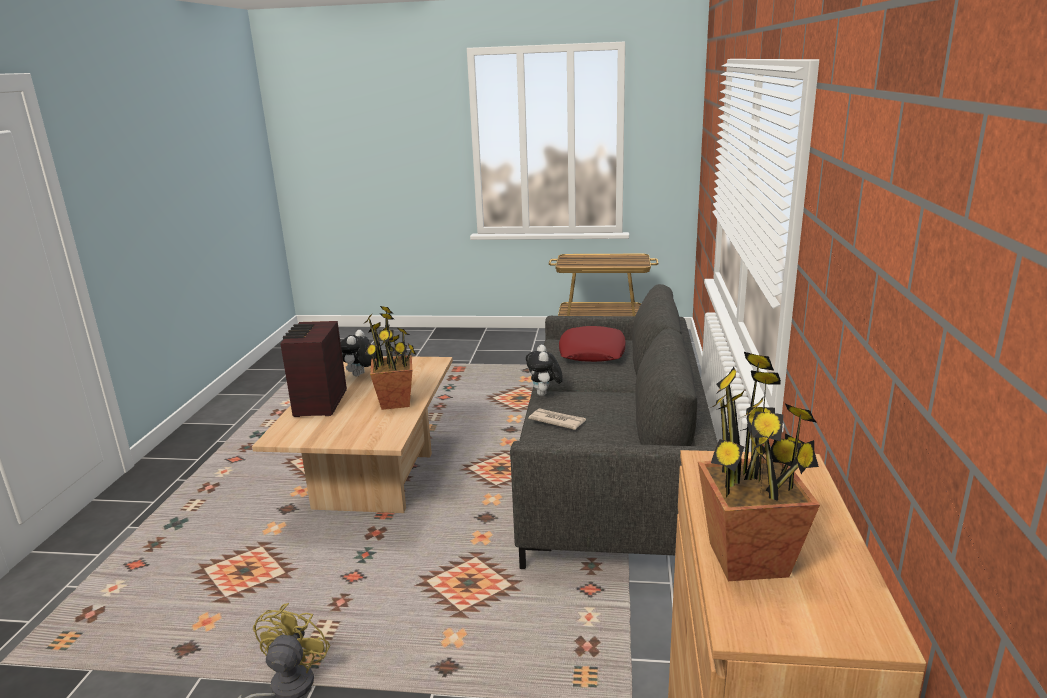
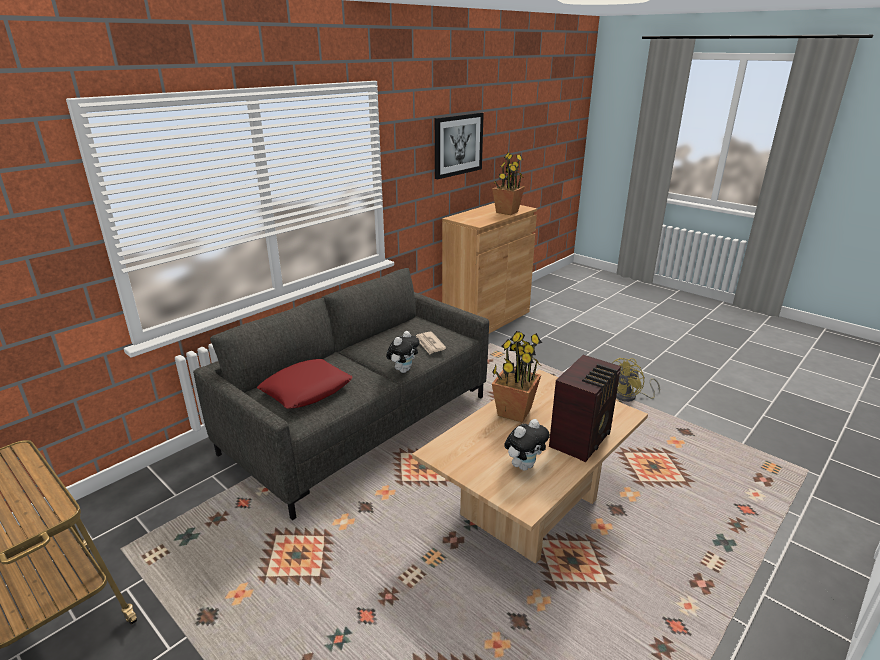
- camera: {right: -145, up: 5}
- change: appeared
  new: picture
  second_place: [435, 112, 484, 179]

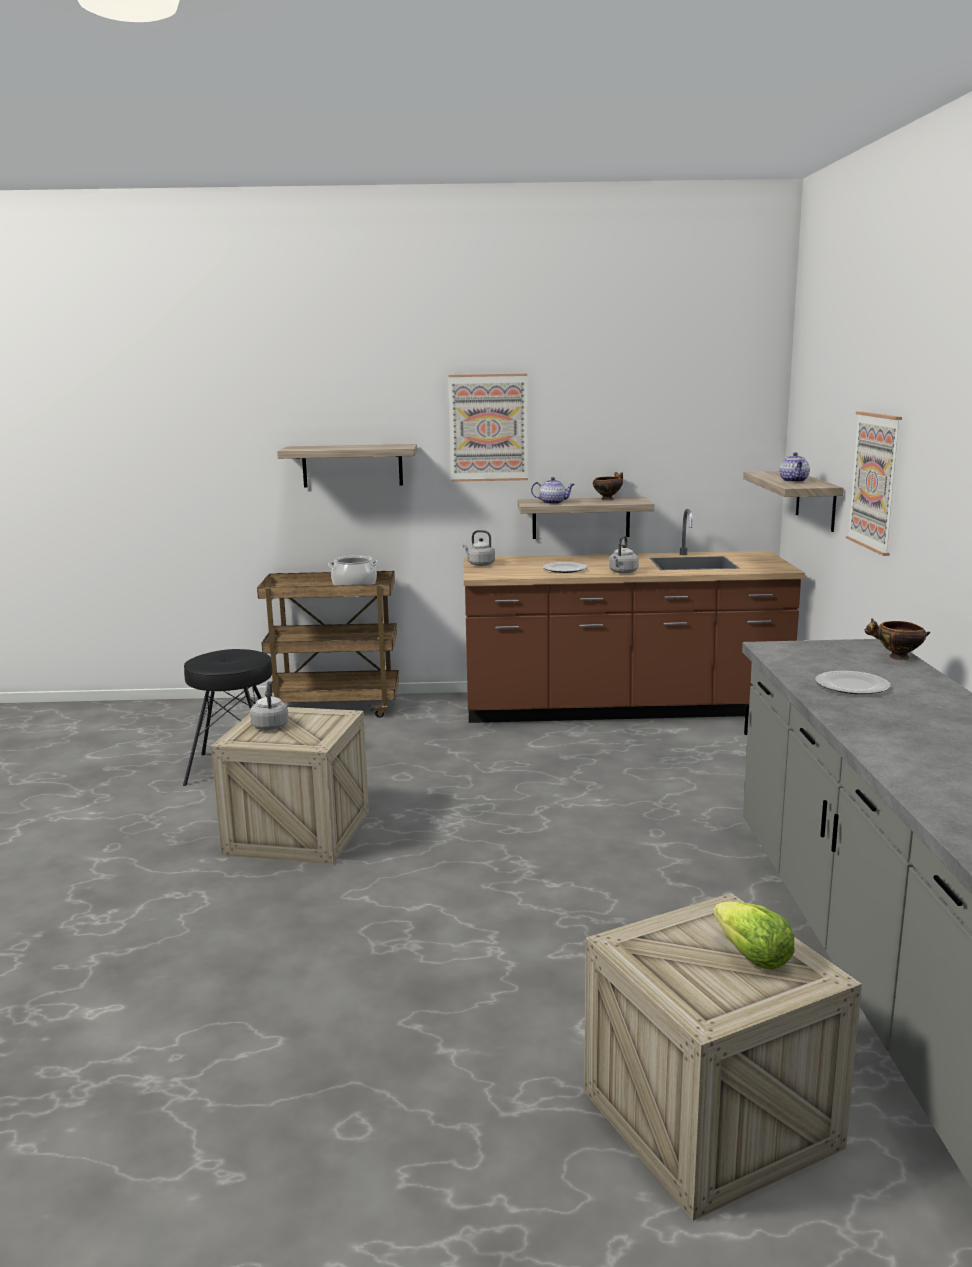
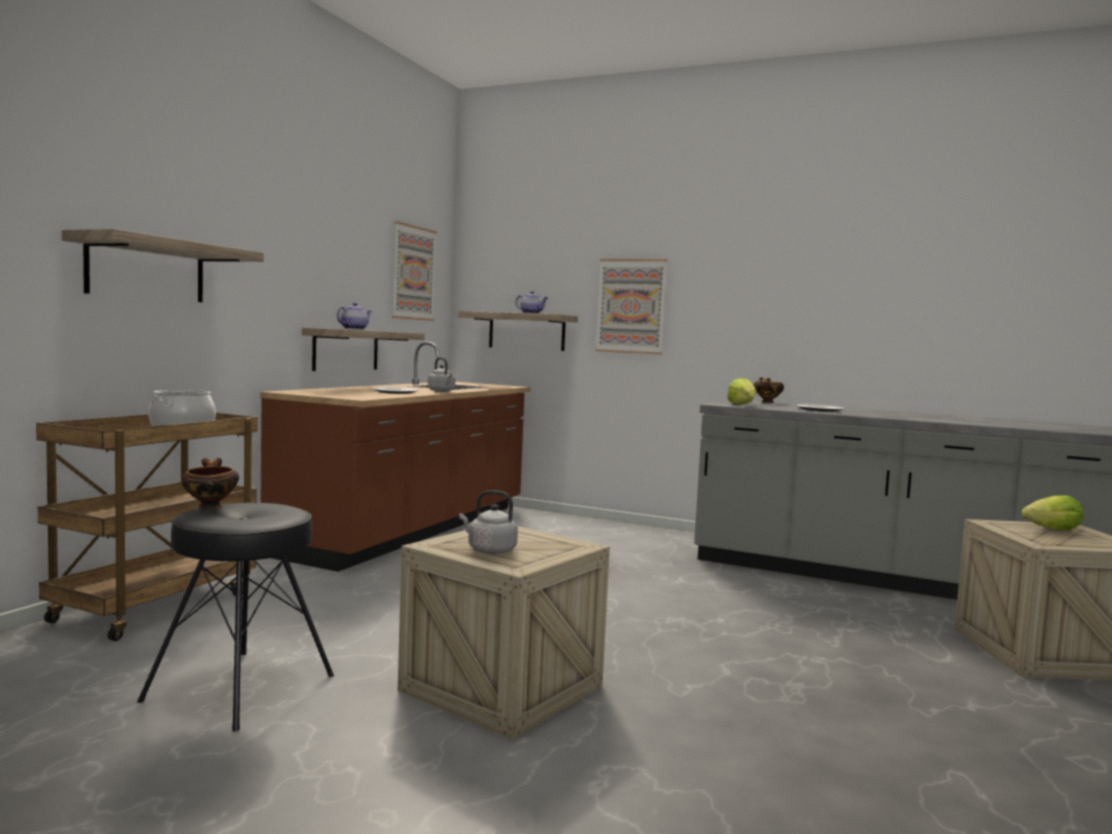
- camera: {right: -65, up: -10}
- change: relocated
  old: picture
  first_place: [448, 373, 528, 482]
  second_place: [392, 221, 437, 321]
- change: missing
  old: grey kettle
  first_place: [463, 530, 495, 566]
- change: relocated
  old: bowl
  first_place: [593, 472, 623, 500]
  second_place: [182, 458, 239, 510]
- change: appeared
  new: lettuce
  second_place: [727, 378, 756, 405]

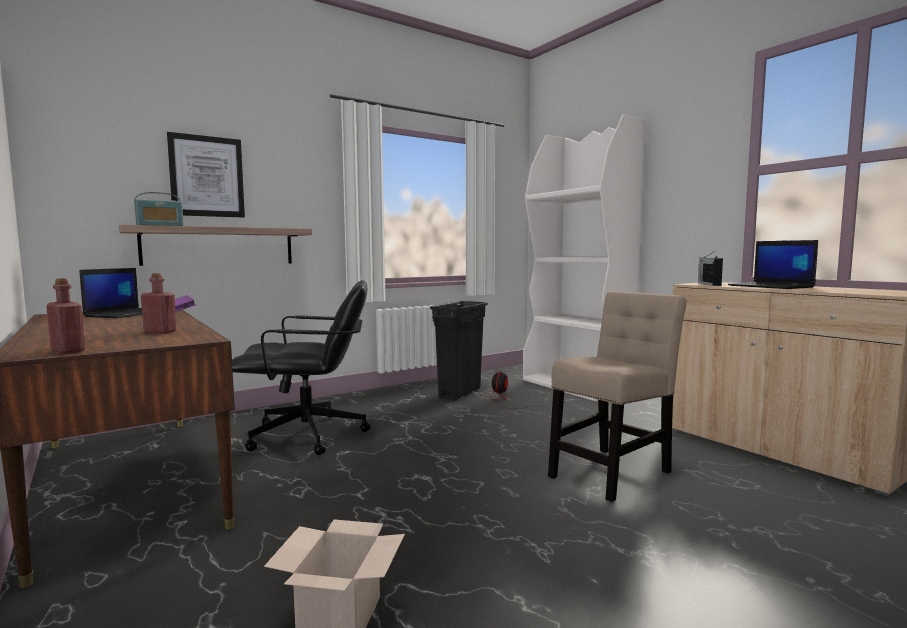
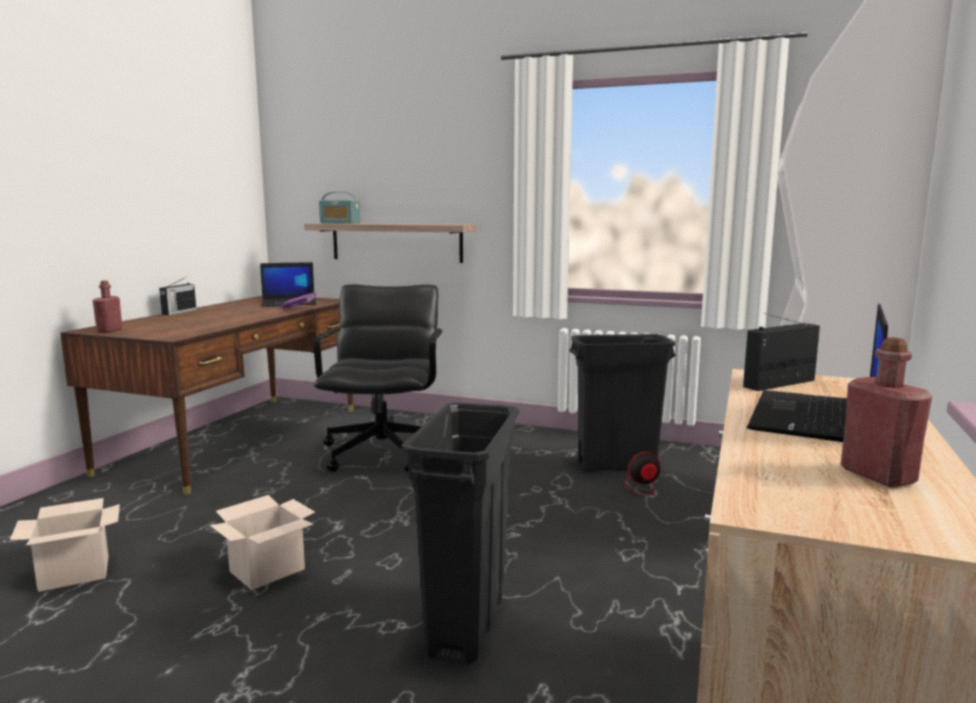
- camera: {right: 55, up: 5}
- change: relocated
  old: red bottle
  first_place: [141, 273, 176, 334]
  second_place: [841, 337, 932, 488]
- change: missing
  old: picture
  first_place: [167, 132, 245, 218]
- change: spun
  old: black office chair
  first_place: [232, 280, 371, 455]
  second_place: [314, 284, 442, 472]
  degrees: -135
- change: exchanged
  old: beige chair
  new: black trash can
  first_place: [548, 291, 686, 502]
  second_place: [402, 402, 519, 664]
- change: appeared
  new: radio
  second_place: [159, 277, 197, 315]
- change: appeared
  new: cardboard box
  second_place: [210, 495, 315, 590]

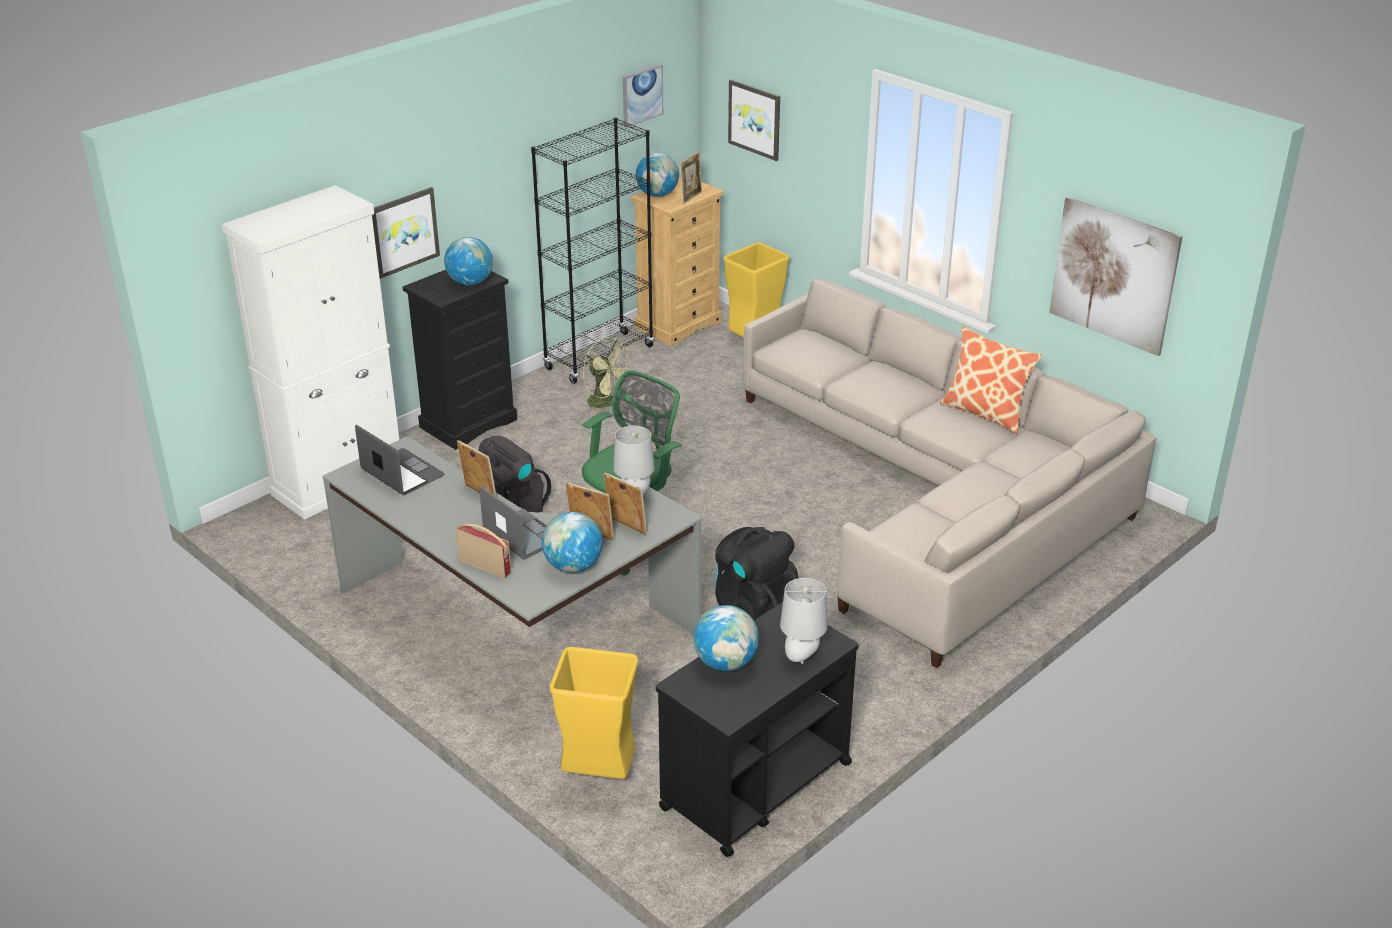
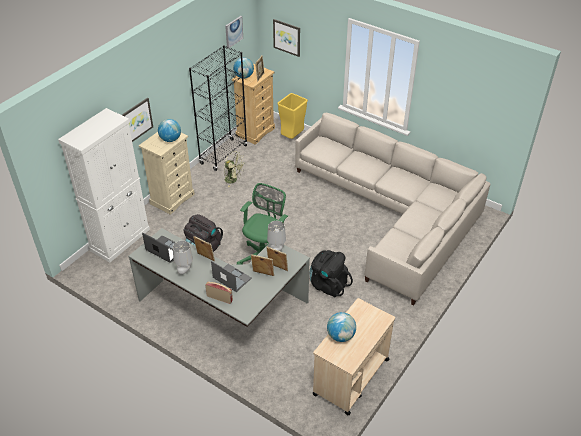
- camera: {right: -10, up: 10}
- change: colour
  old: black dresser
  new: beige dresser
  first_place: [403, 270, 517, 450]
  second_place: [139, 132, 195, 215]
- change: missing
  old: globe
  first_place: [542, 512, 603, 573]
- change: missing
  old: yellow trash can
  first_place: [550, 647, 638, 779]
- change: colour
  old: black cart
  new: beige cart
  first_place: [656, 602, 859, 857]
  second_place: [312, 298, 395, 415]
- change: relocated
  old: grey table lamp
  first_place: [780, 578, 827, 664]
  second_place: [173, 241, 193, 274]
- change: missing
  old: pillow
  first_place: [940, 326, 1042, 434]
- change: missing
  old: picture
  first_place: [1049, 197, 1183, 356]

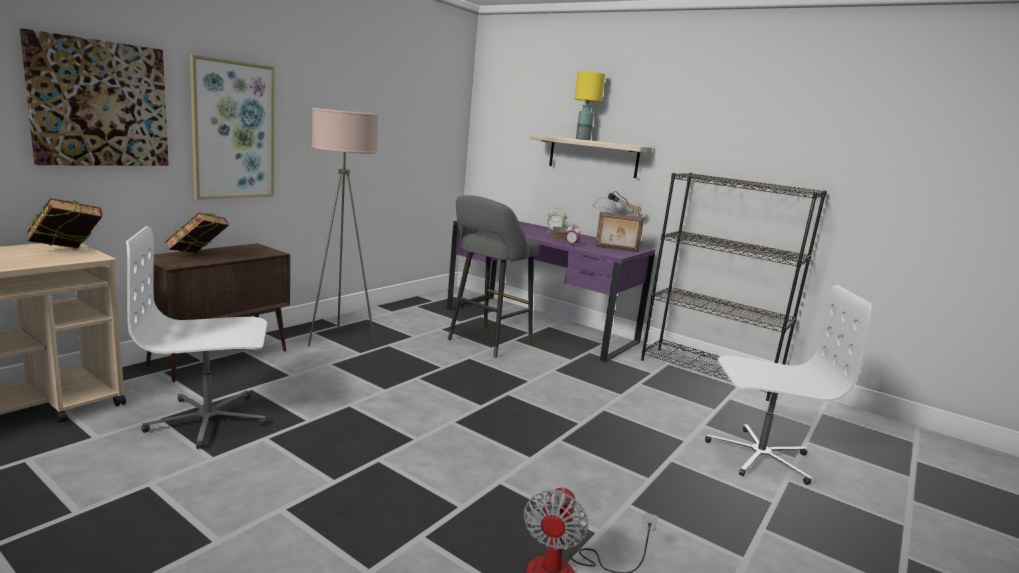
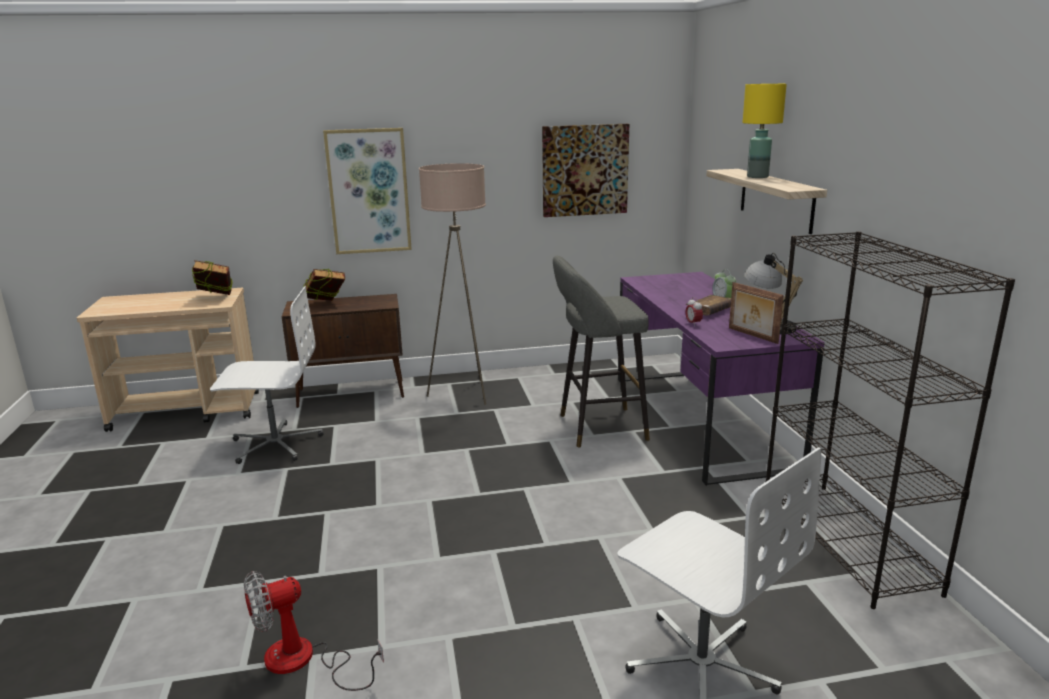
- camera: {right: 45, up: 5}
- change: relocated
  old: picture
  first_place: [20, 28, 169, 166]
  second_place: [542, 124, 629, 217]
- change: spun
  old: white office chair
  first_place: [126, 226, 267, 449]
  second_place: [210, 286, 324, 464]
  degrees: 150

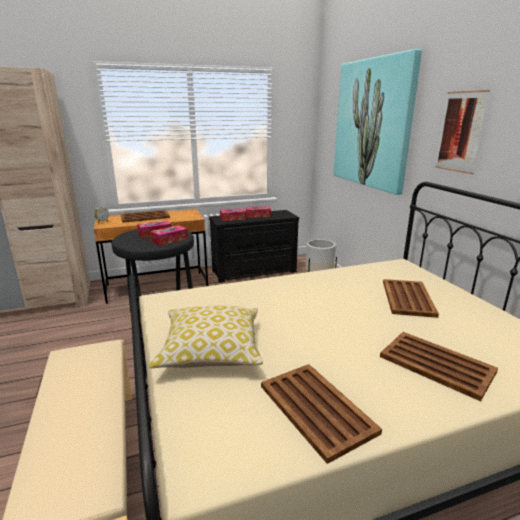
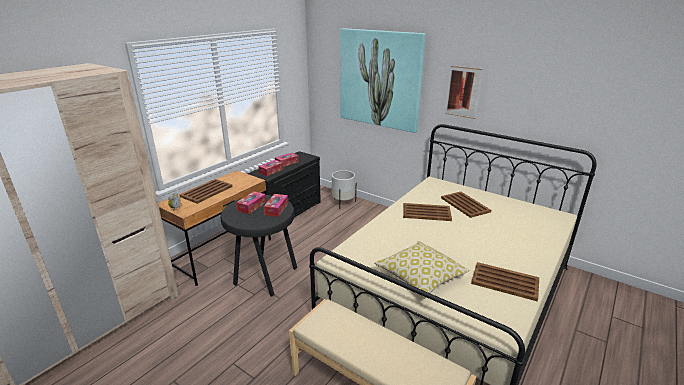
- camera: {right: -35, up: 5}
- change: relocated
  old: brown tray
  first_place: [380, 332, 498, 401]
  second_place: [403, 203, 452, 221]

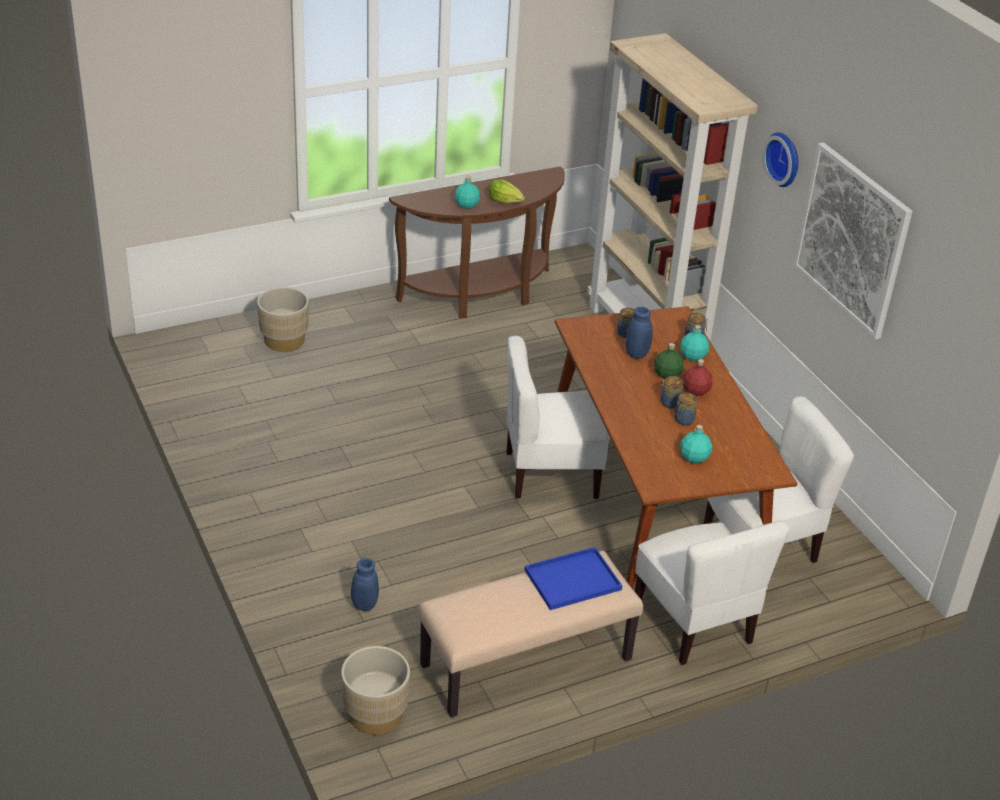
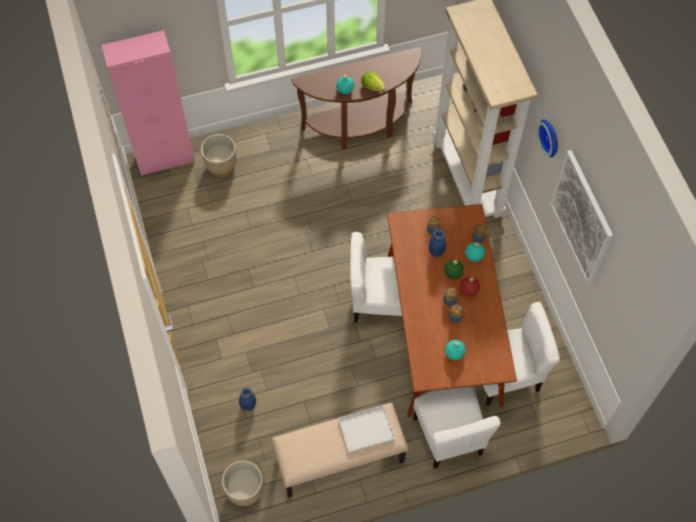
- camera: {right: 10, up: 25}
- change: colour
  old: blue tray
  new: white tray
  first_place: [525, 547, 622, 610]
  second_place: [338, 405, 395, 453]
- change: appeared
  new: pink cabinet
  second_place: [102, 30, 195, 176]

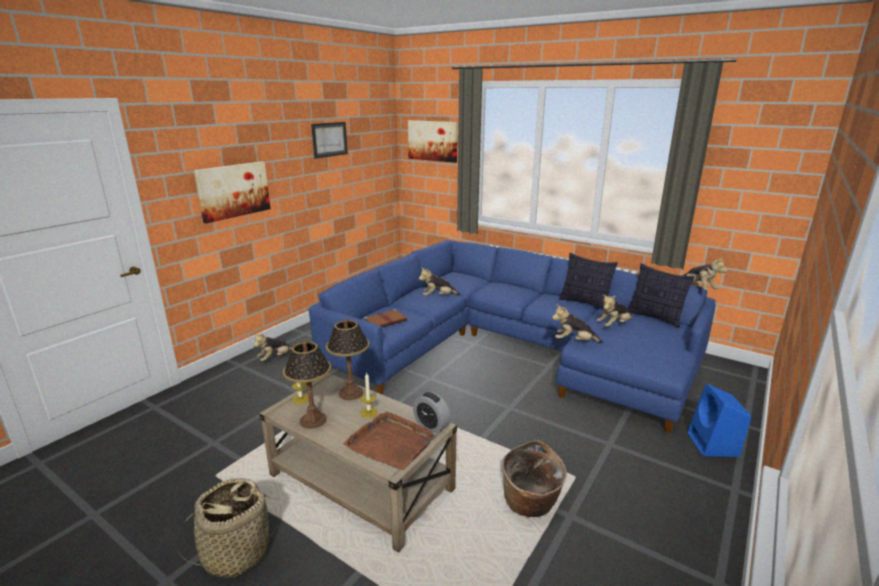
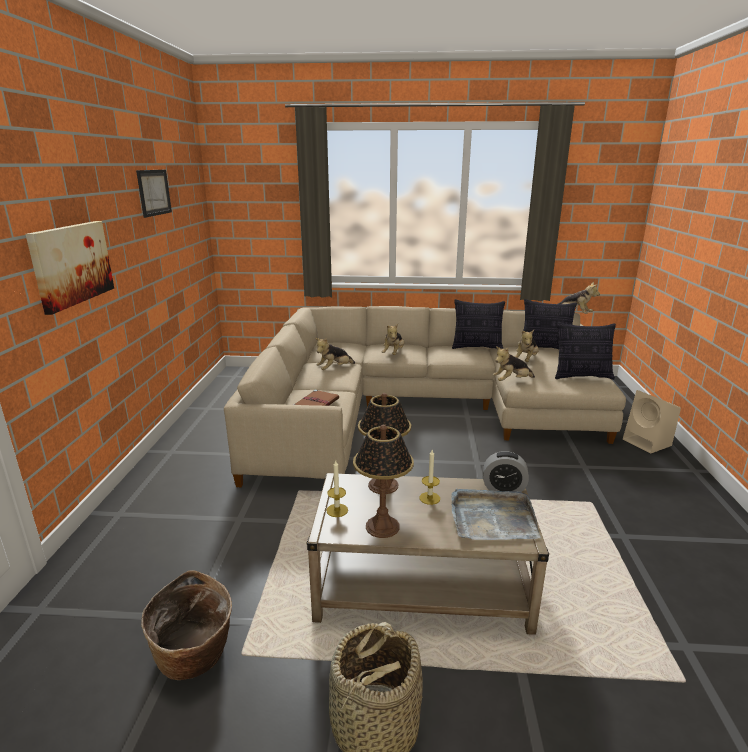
- camera: {right: -30, up: 0}
- change: relocated
  old: plush toy
  first_place: [253, 333, 292, 361]
  second_place: [382, 324, 404, 355]
- change: colour
  old: blue sofa
  new: beige sofa
  first_place: [309, 240, 715, 433]
  second_place: [224, 306, 626, 487]
- change: colour
  old: brown tray
  new: grey tray
  first_place: [343, 411, 435, 470]
  second_place: [452, 488, 541, 540]
- change: missing
  old: picture
  first_place: [408, 120, 458, 163]
- change: relocated
  old: basket
  first_place: [502, 440, 567, 517]
  second_place: [141, 570, 232, 680]
- change: colour
  old: blue speaker
  new: beige speaker
  first_place: [687, 383, 751, 457]
  second_place: [623, 390, 681, 453]
- change: appeared
  new: pillow
  second_place: [555, 322, 616, 380]

